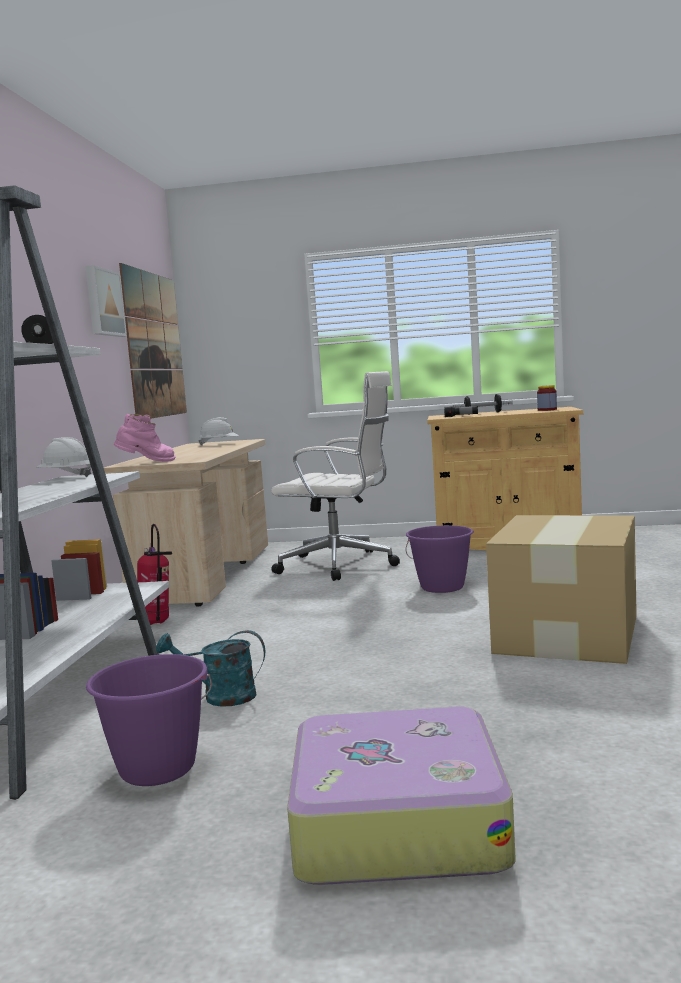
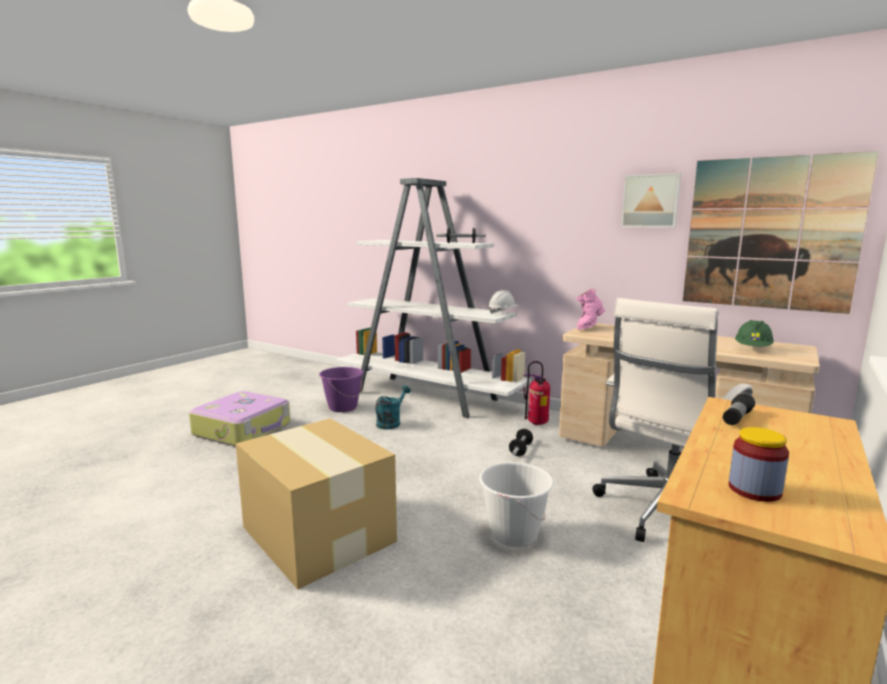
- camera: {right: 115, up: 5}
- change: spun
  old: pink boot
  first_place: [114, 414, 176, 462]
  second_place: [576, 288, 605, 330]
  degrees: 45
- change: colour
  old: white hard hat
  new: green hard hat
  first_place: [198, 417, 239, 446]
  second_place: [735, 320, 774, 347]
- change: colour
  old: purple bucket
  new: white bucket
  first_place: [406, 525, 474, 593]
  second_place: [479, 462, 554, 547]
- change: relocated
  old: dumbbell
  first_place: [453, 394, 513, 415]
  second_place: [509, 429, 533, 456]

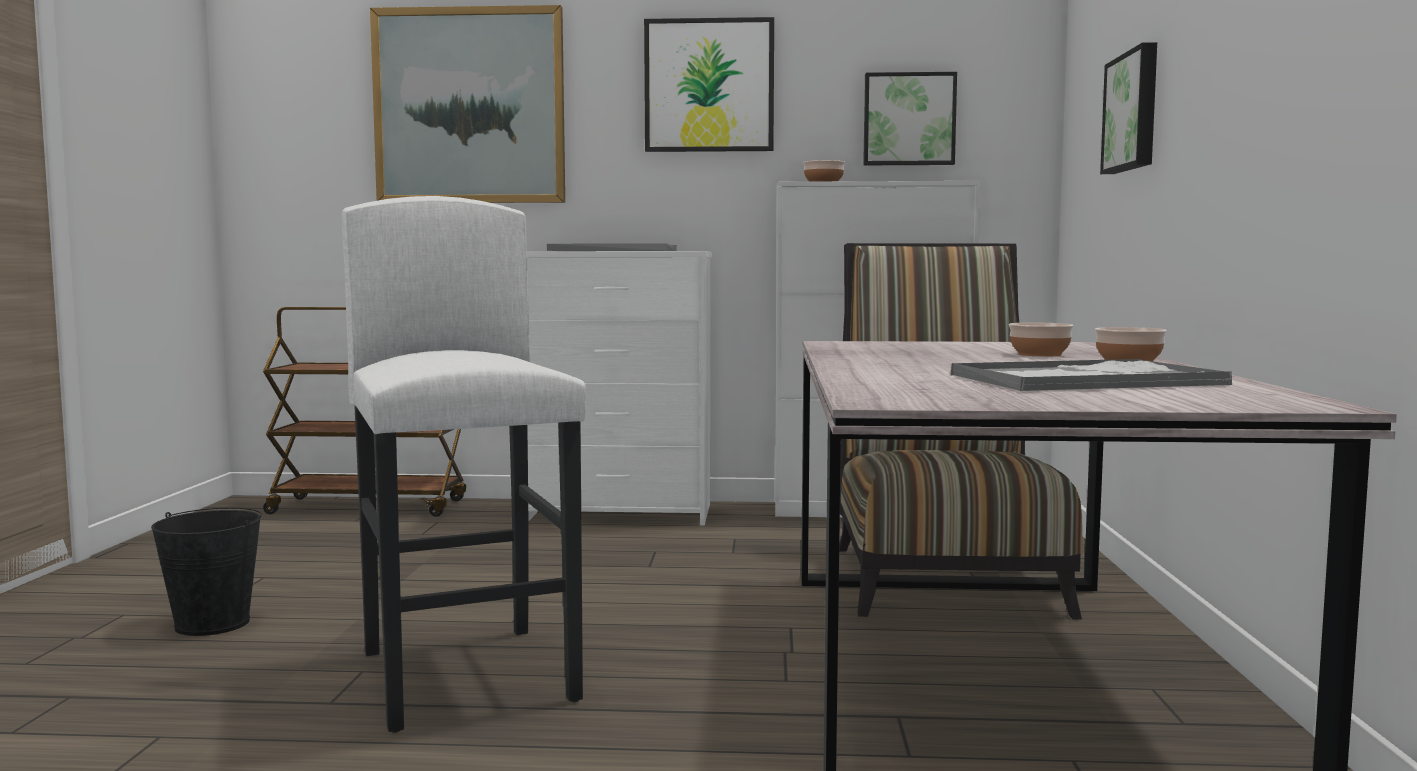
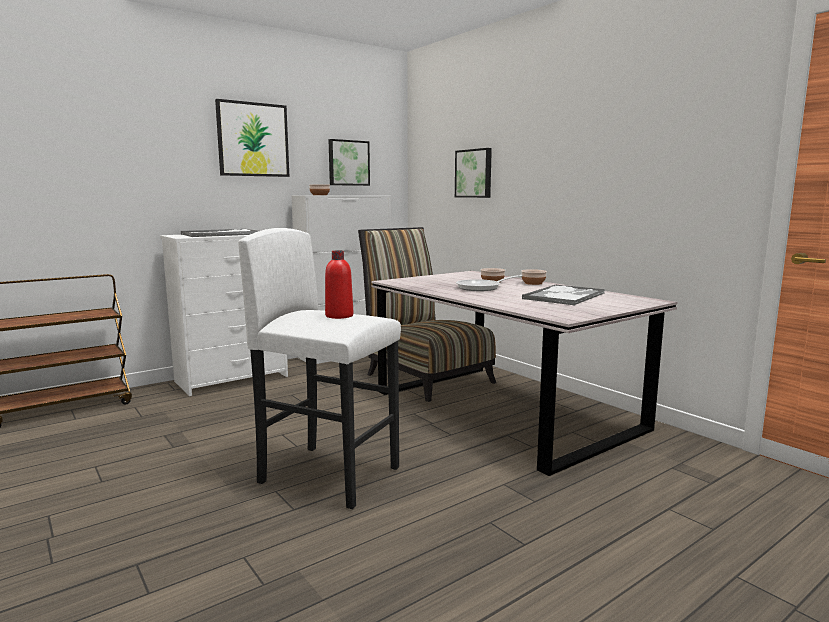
- camera: {right: -40, up: 5}
- change: missing
  old: black bucket
  first_place: [151, 508, 262, 636]
- change: missing
  old: picture
  first_place: [370, 5, 565, 203]
- change: appeared
  new: red bottle
  second_place: [325, 250, 353, 319]
- change: appeared
  new: frying pan
  second_place: [456, 275, 523, 291]

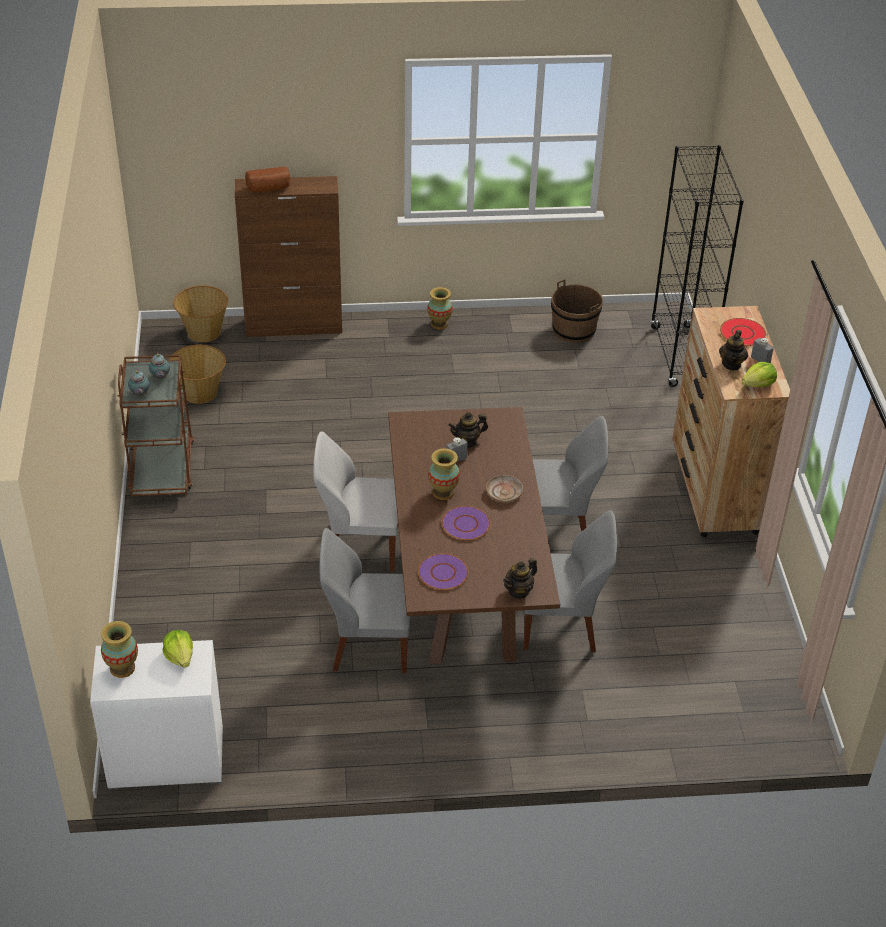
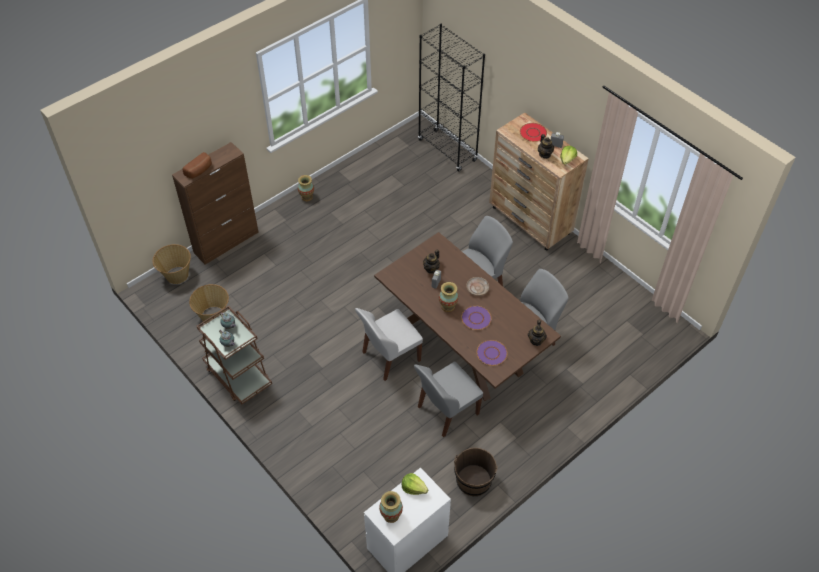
- camera: {right: -35, up: 10}
- change: relocated
  old: brown bucket
  first_place: [551, 279, 603, 343]
  second_place: [454, 448, 498, 496]

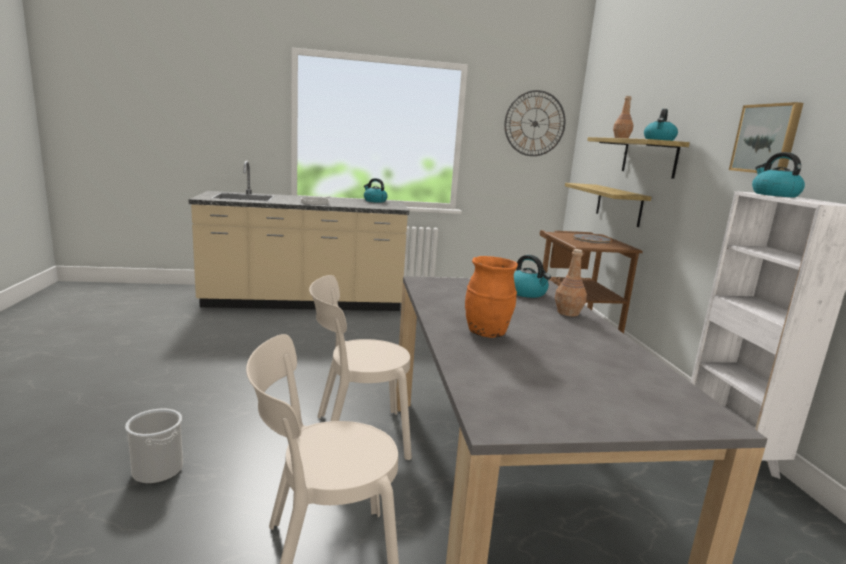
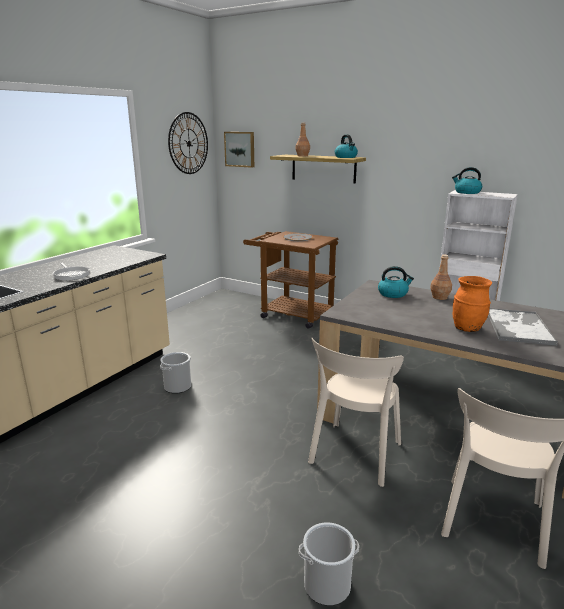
- camera: {right: -50, up: 5}
- change: missing
  old: kettle
  first_place: [364, 178, 388, 203]
- change: missing
  old: shelf
  first_place: [565, 183, 652, 227]
- change: relocated
  old: picture
  first_place: [729, 102, 803, 173]
  second_place: [224, 132, 254, 168]
- change: appeared
  new: bucket
  second_place: [160, 352, 191, 394]
- change: appeared
  new: tray
  second_place: [488, 309, 558, 346]

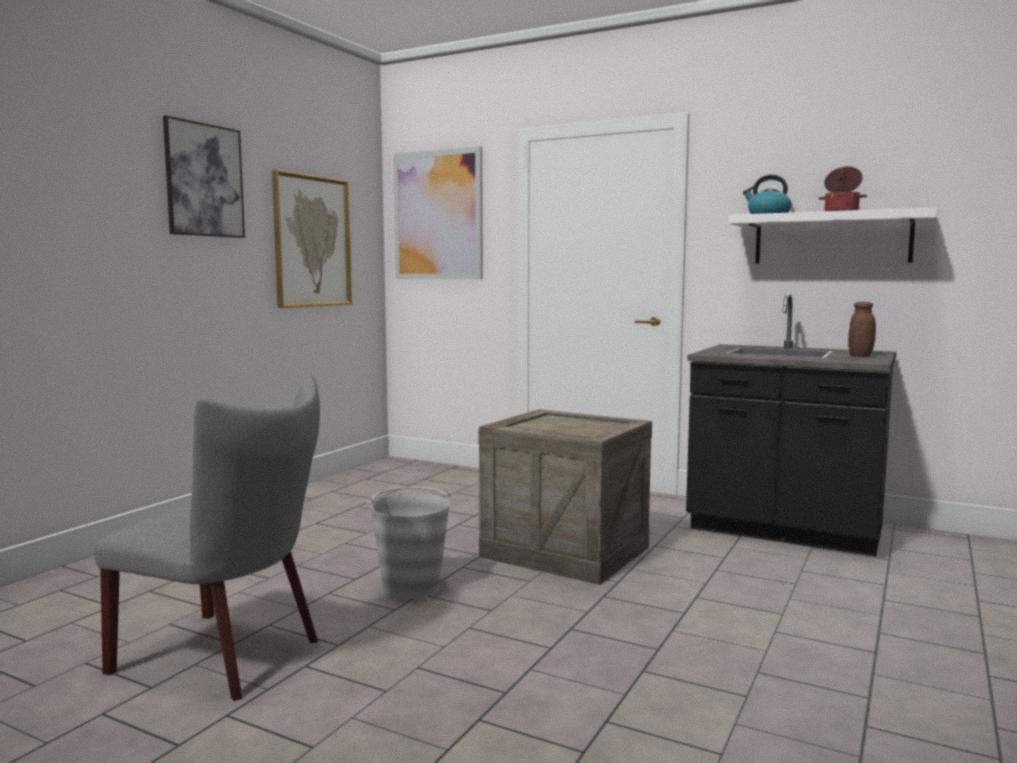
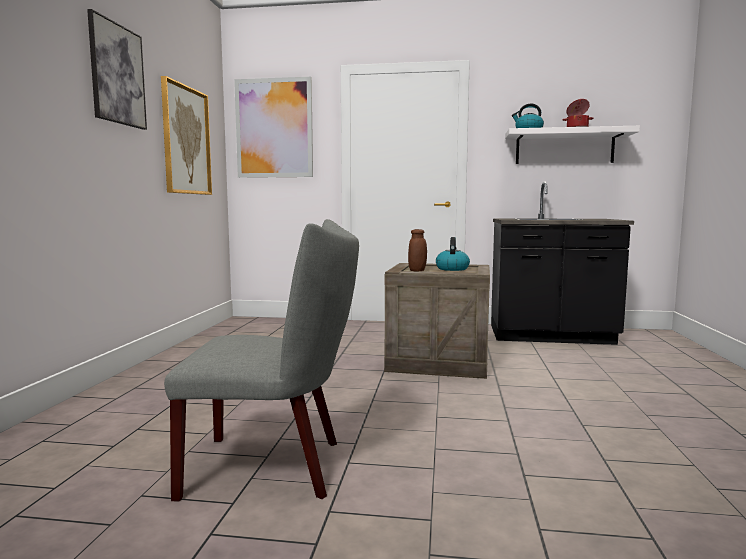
- camera: {right: -20, up: 0}
- change: missing
  old: grey bucket
  first_place: [366, 487, 451, 599]
- change: relocated
  old: brown jar
  first_place: [848, 302, 876, 357]
  second_place: [408, 229, 427, 271]
- change: appeared
  new: kettle
  second_place: [436, 237, 470, 271]

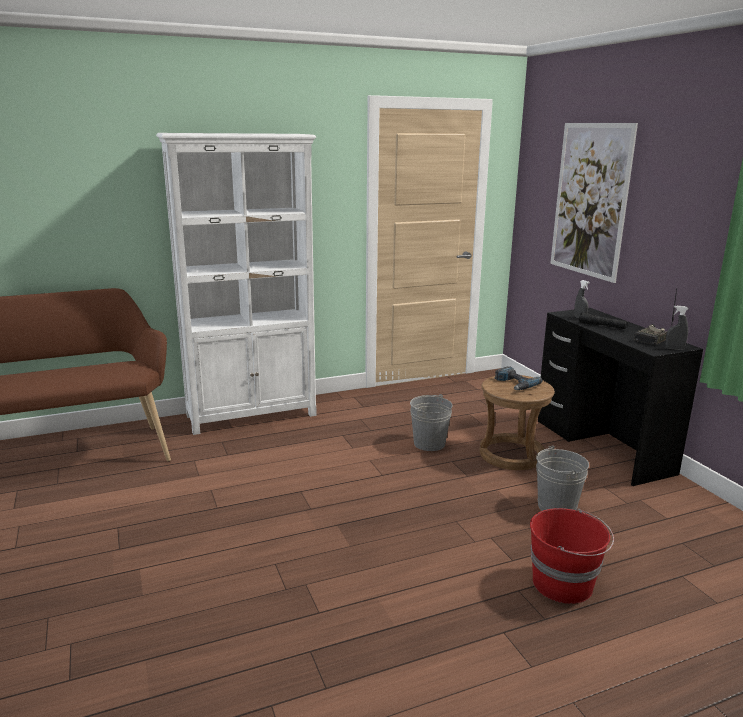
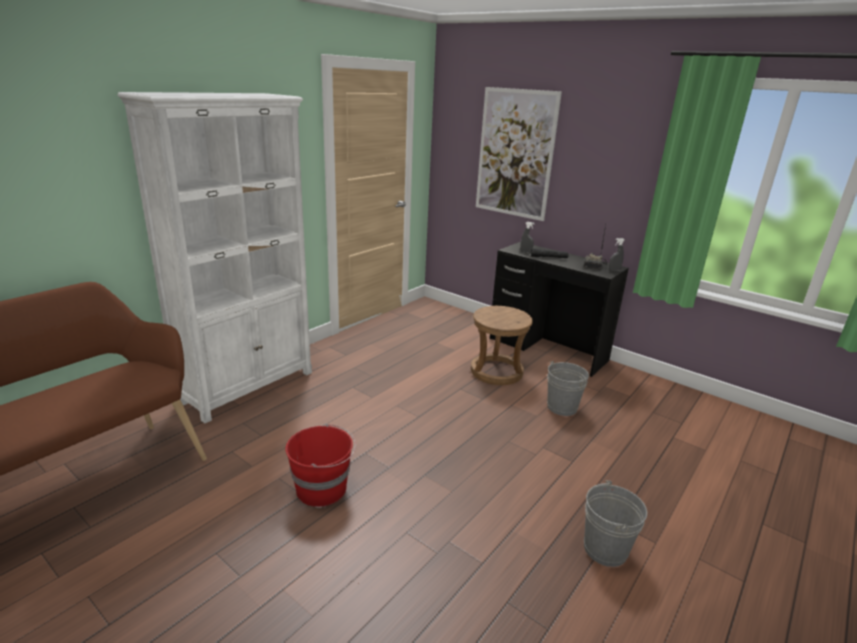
- camera: {right: -30, up: 5}
- change: relocated
  old: grey bucket
  first_place: [410, 394, 452, 451]
  second_place: [584, 480, 647, 567]
- change: missing
  old: power drill
  first_place: [495, 366, 542, 390]
- change: relocated
  old: red bucket
  first_place: [530, 508, 614, 604]
  second_place: [286, 424, 356, 507]

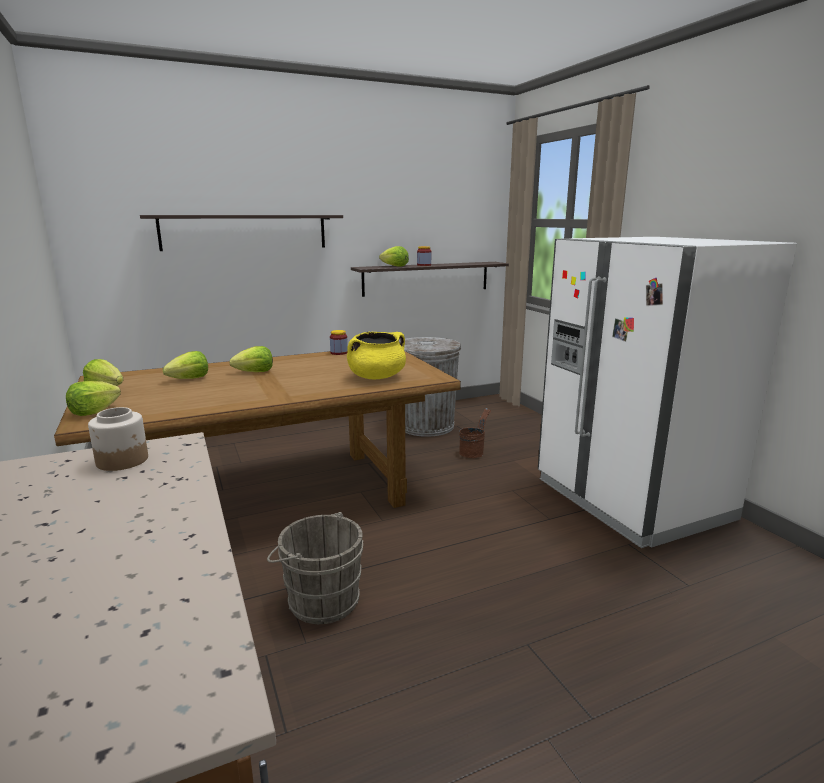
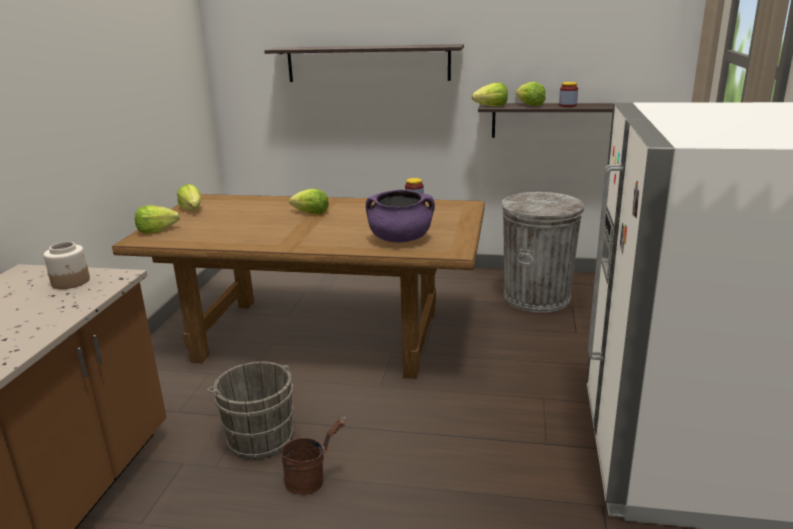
- camera: {right: 35, up: 5}
- change: relocated
  old: lettuce
  first_place: [162, 351, 208, 379]
  second_place: [472, 83, 508, 106]
- change: colour
  old: yellow cooking pot
  new: purple cooking pot
  first_place: [347, 332, 406, 380]
  second_place: [366, 190, 435, 242]
- change: relocated
  old: brown bucket
  first_place: [459, 408, 491, 458]
  second_place: [282, 417, 346, 495]

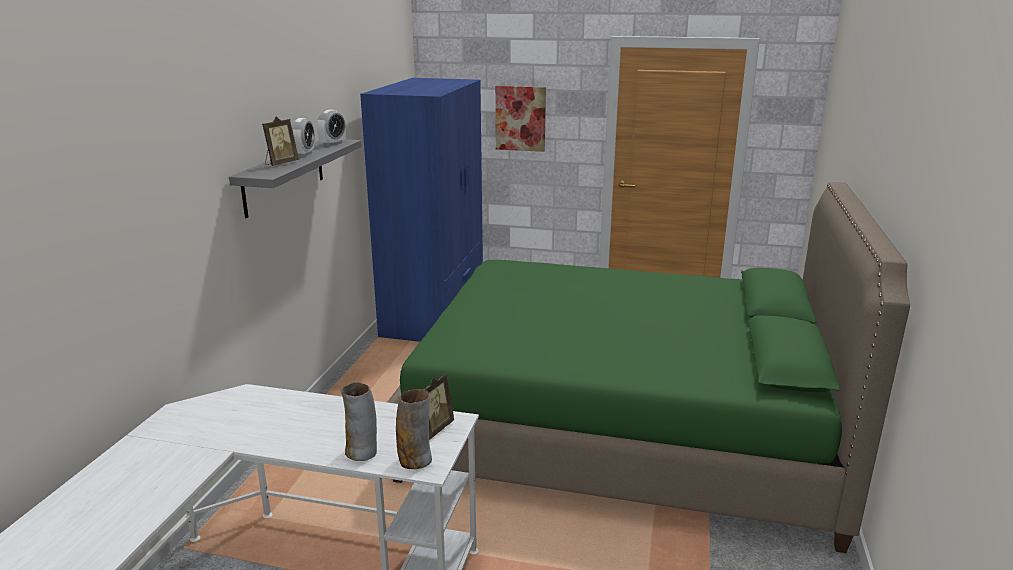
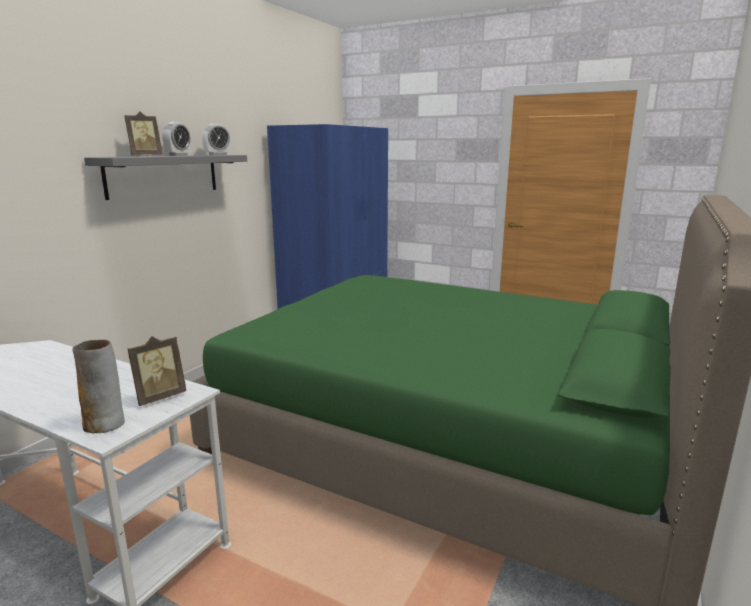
- camera: {right: 15, up: -5}
- change: missing
  old: vase
  first_place: [341, 382, 377, 461]
- change: missing
  old: picture
  first_place: [495, 86, 546, 152]

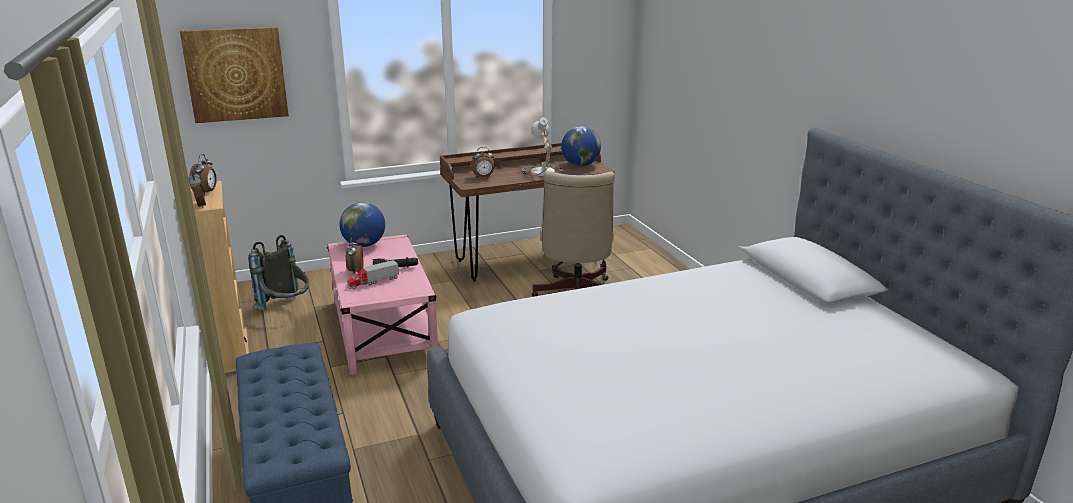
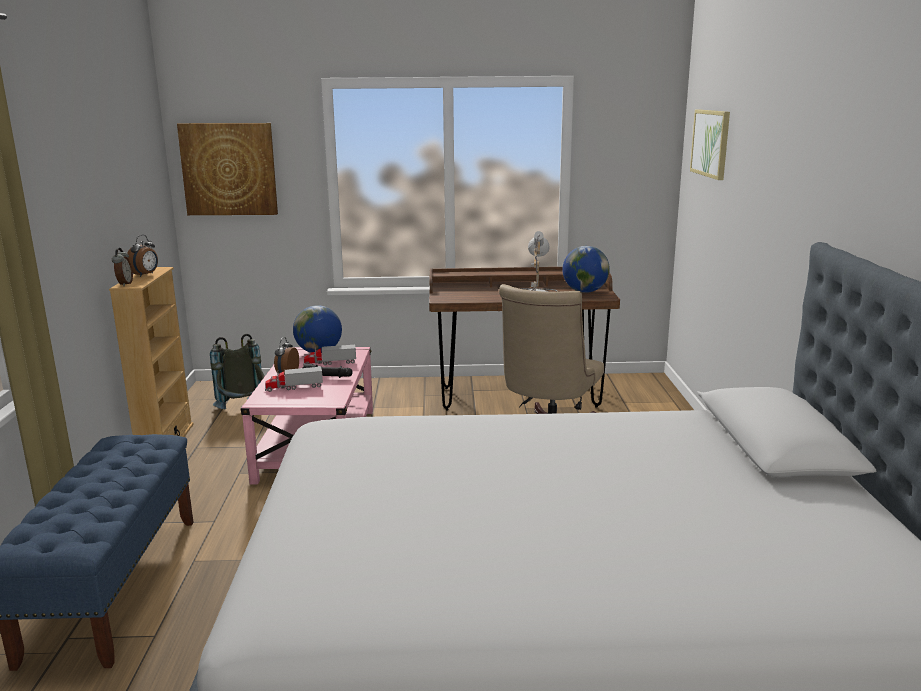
- camera: {right: 20, up: -5}
- change: missing
  old: alarm clock
  first_place: [471, 147, 495, 178]
- change: appeared
  new: toy truck
  second_place: [303, 345, 356, 365]
- change: appeared
  new: picture
  second_place: [690, 109, 730, 180]

